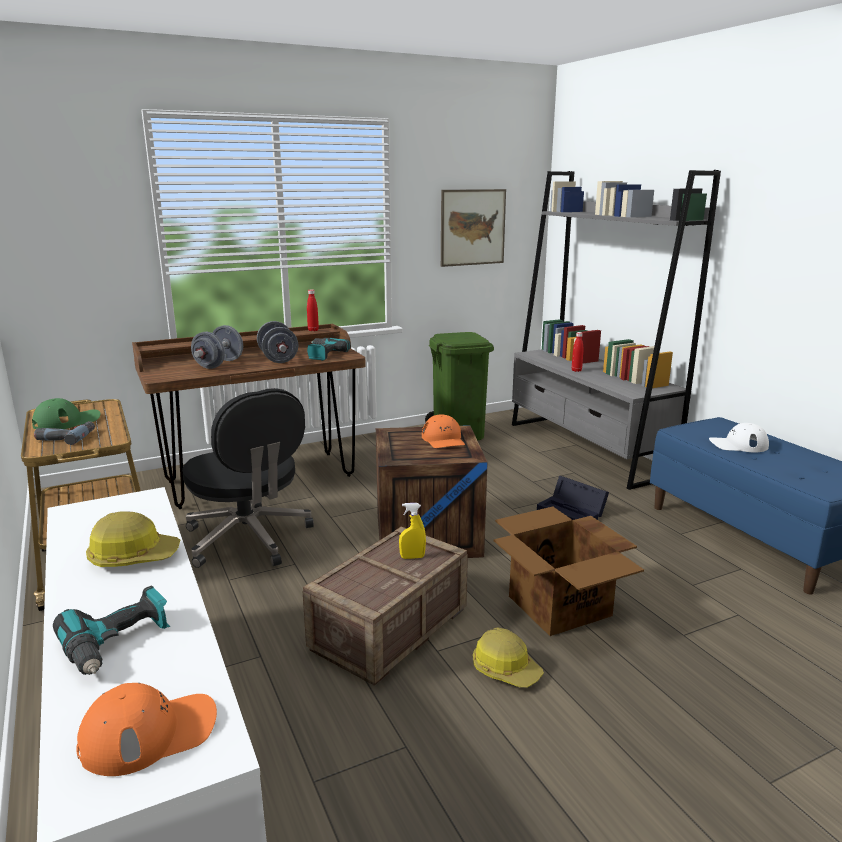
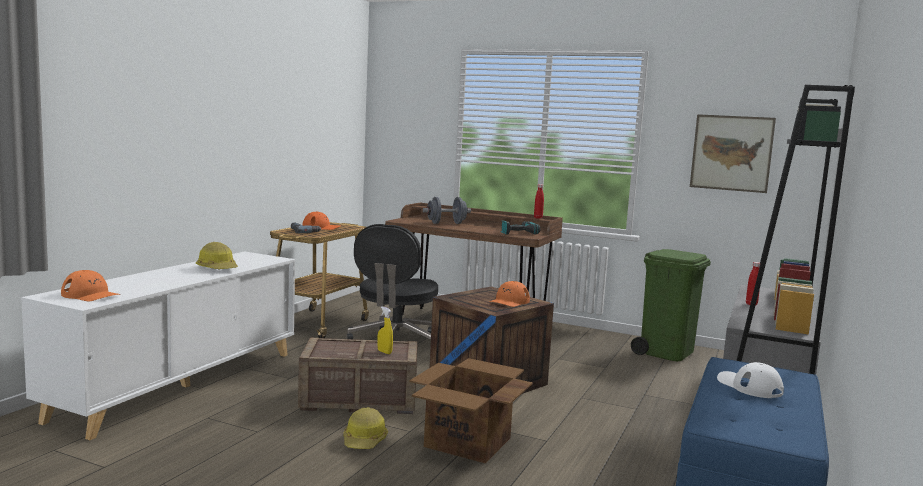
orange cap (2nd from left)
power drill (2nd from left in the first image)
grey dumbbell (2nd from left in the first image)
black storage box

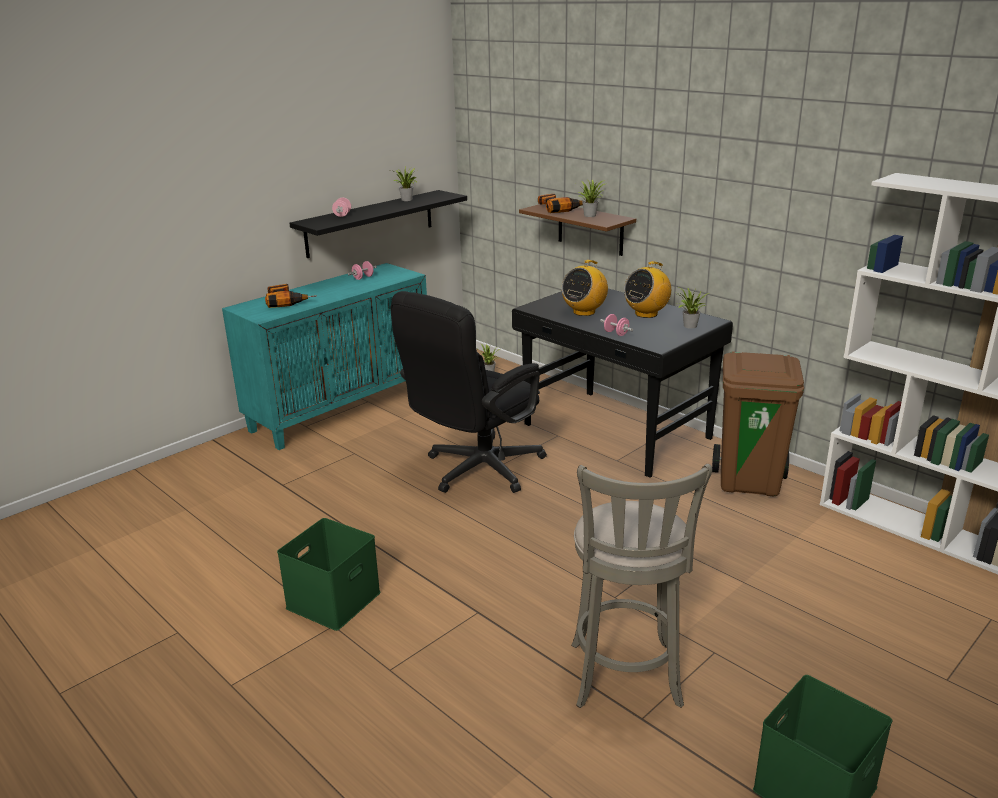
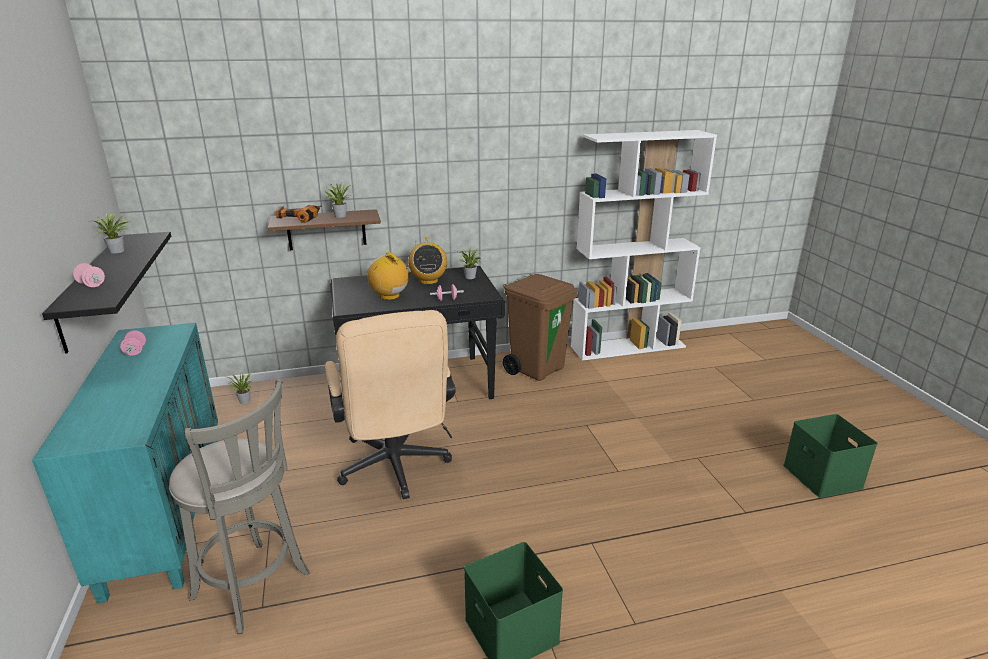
grey stool
beige office chair
radio (1st from left)
power drill (1st from left in the first image)

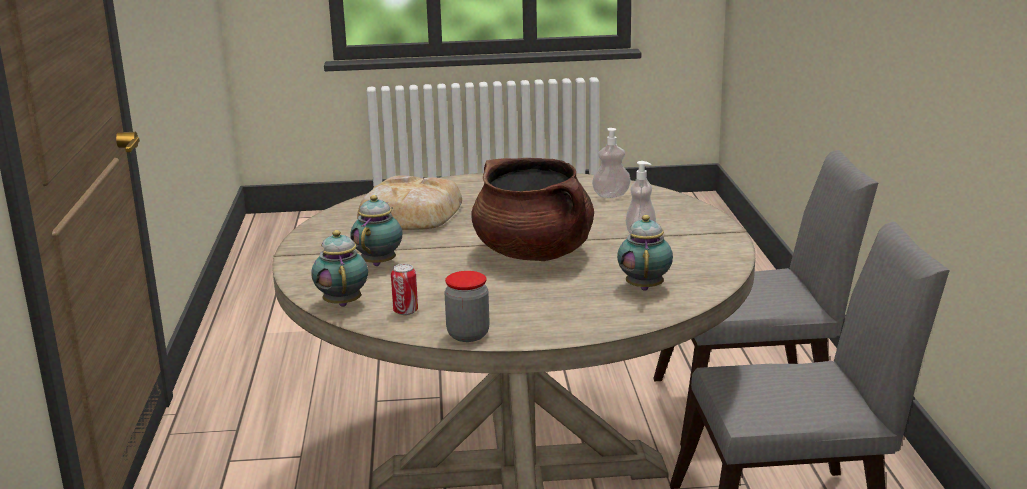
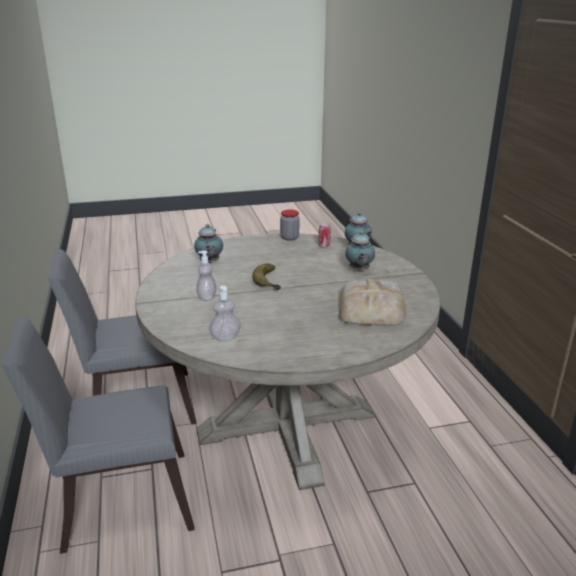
banana

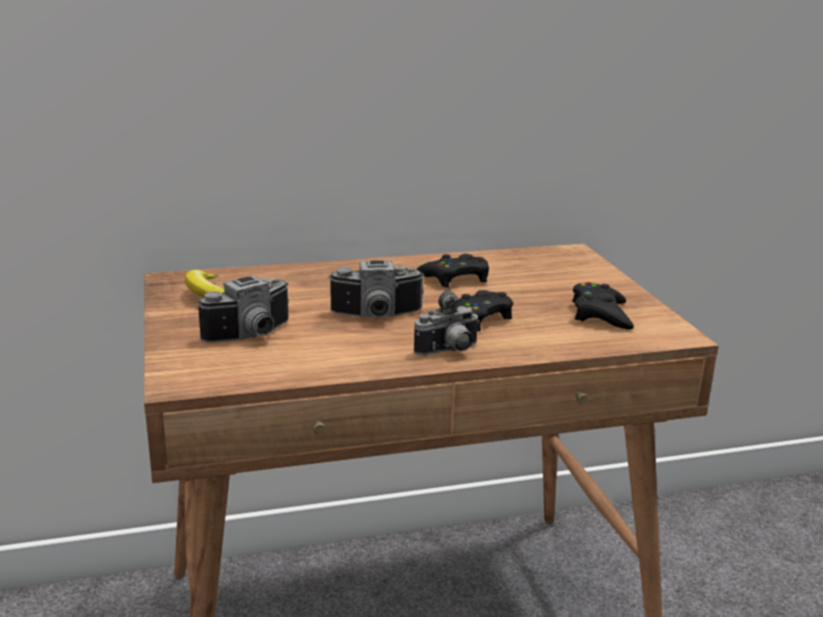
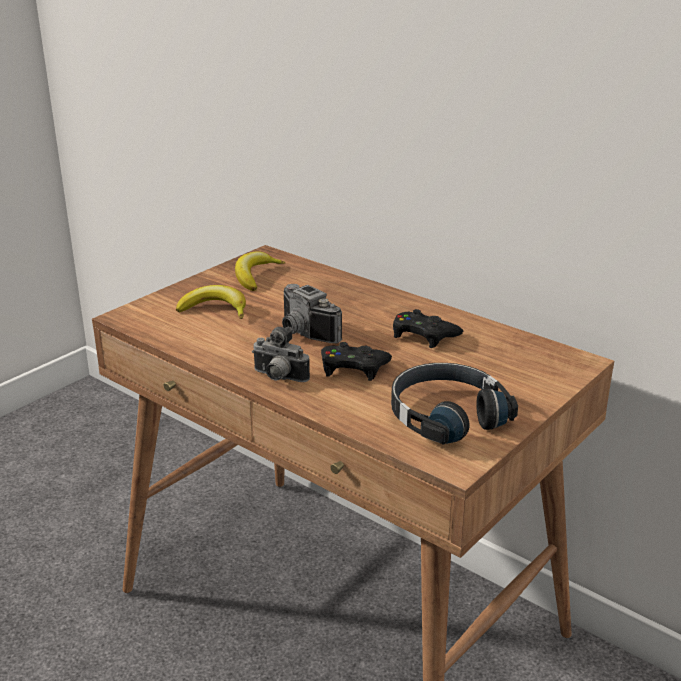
banana (1st from left)
black headphones

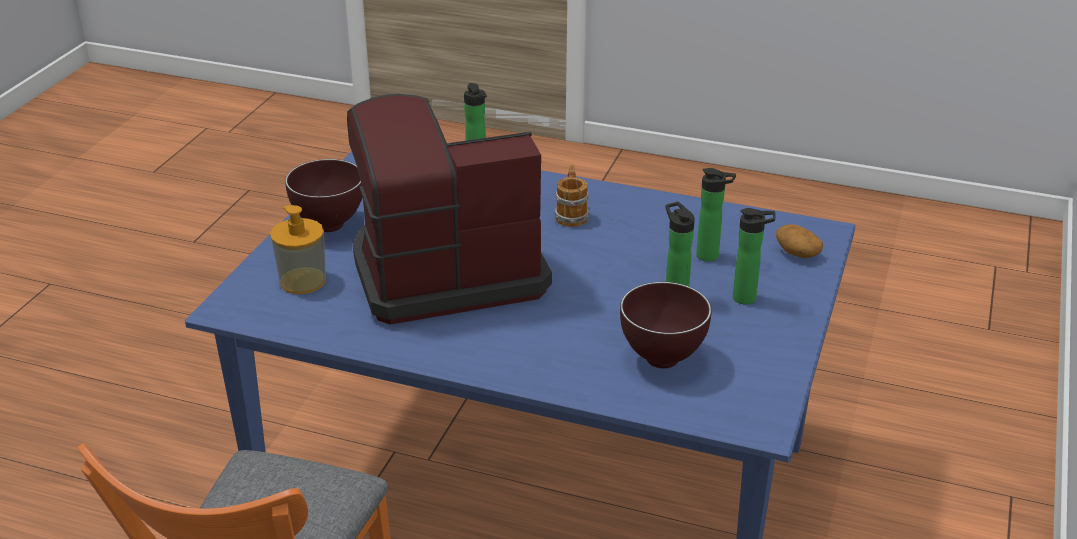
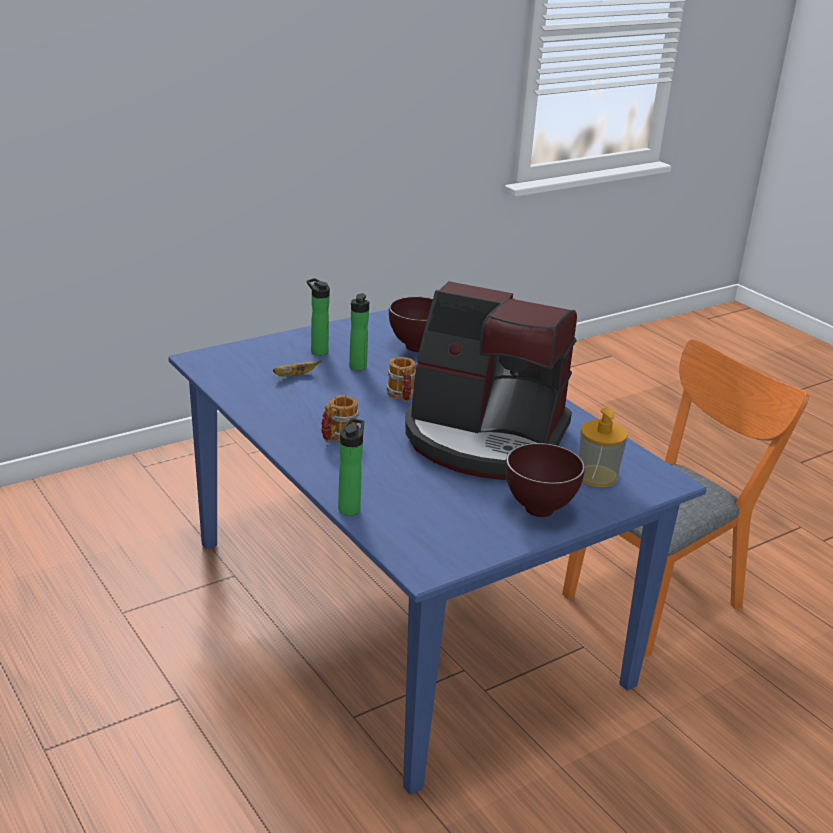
banana
mug (2nd from left)
potato

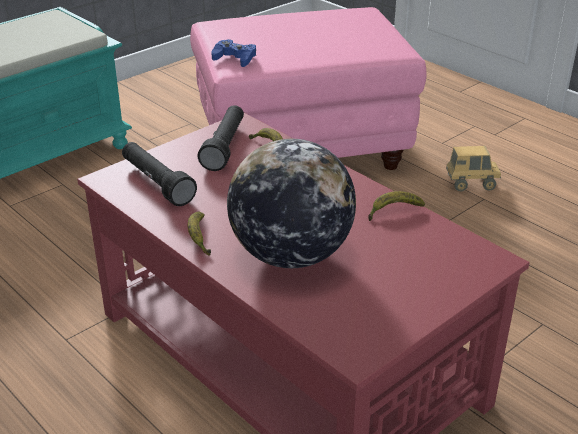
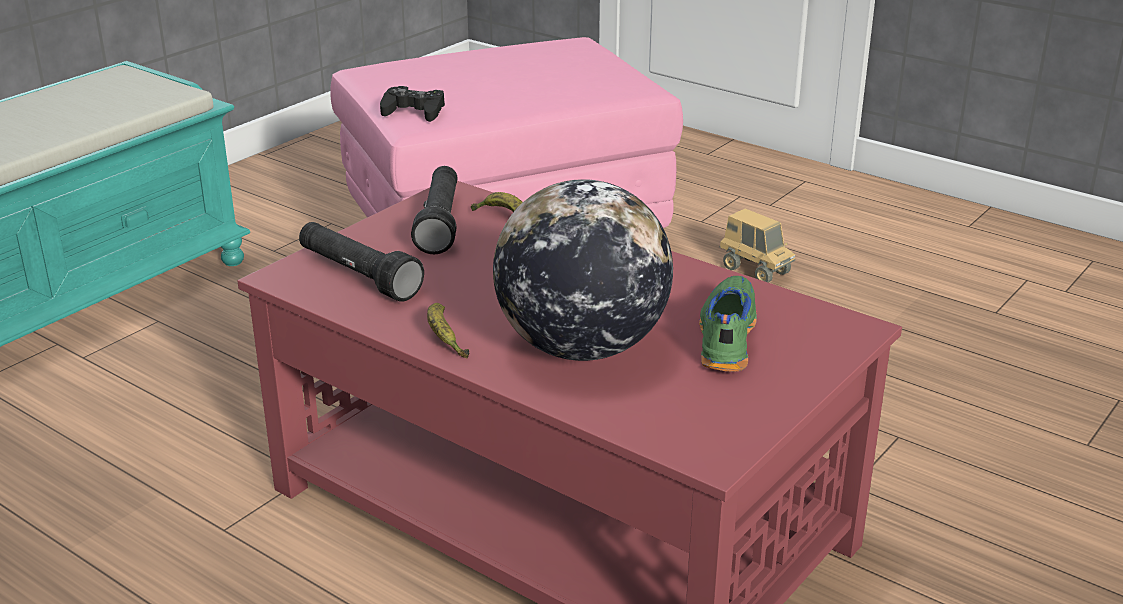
black game controller
green shoe
toy truck
banana (3rd from left in the first image)

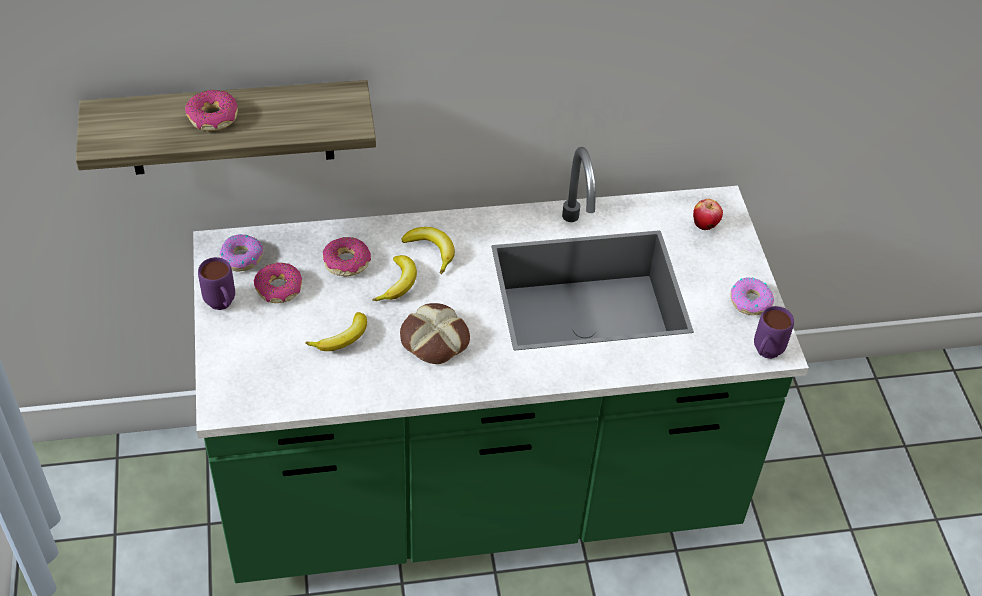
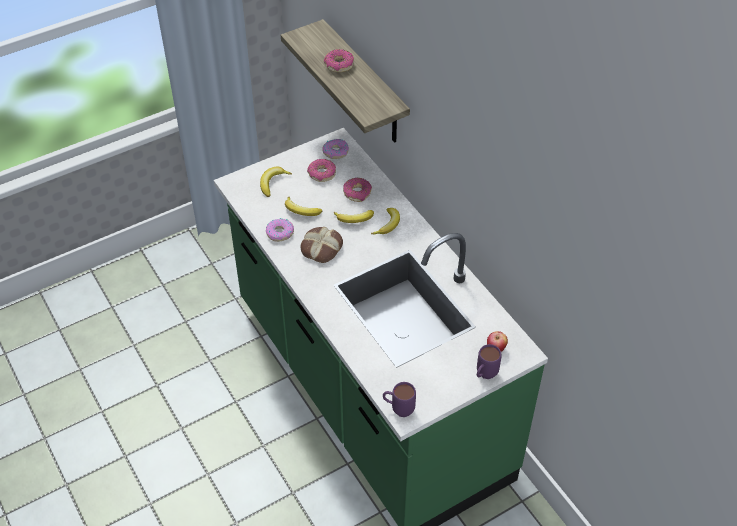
banana (1st from left)
donut (1st from left)
purple mug (2nd from left)

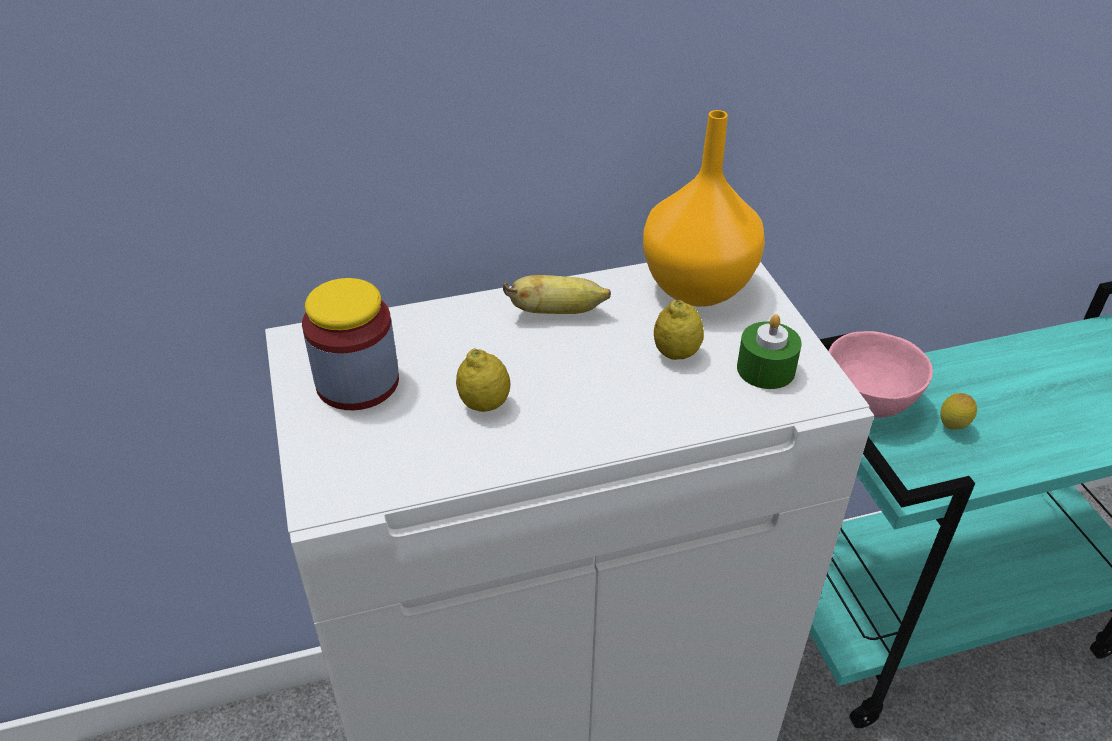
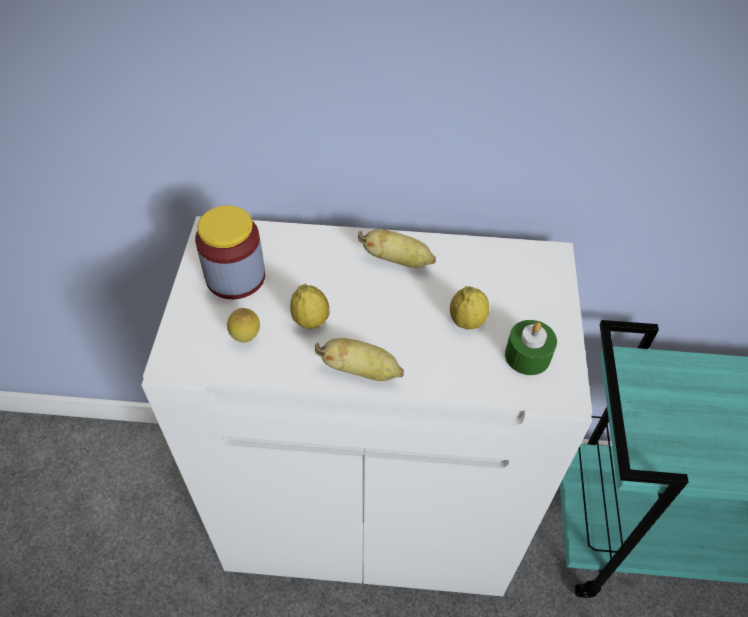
lemon (1st from left)
banana (1st from left)
orange vase
pink bowl

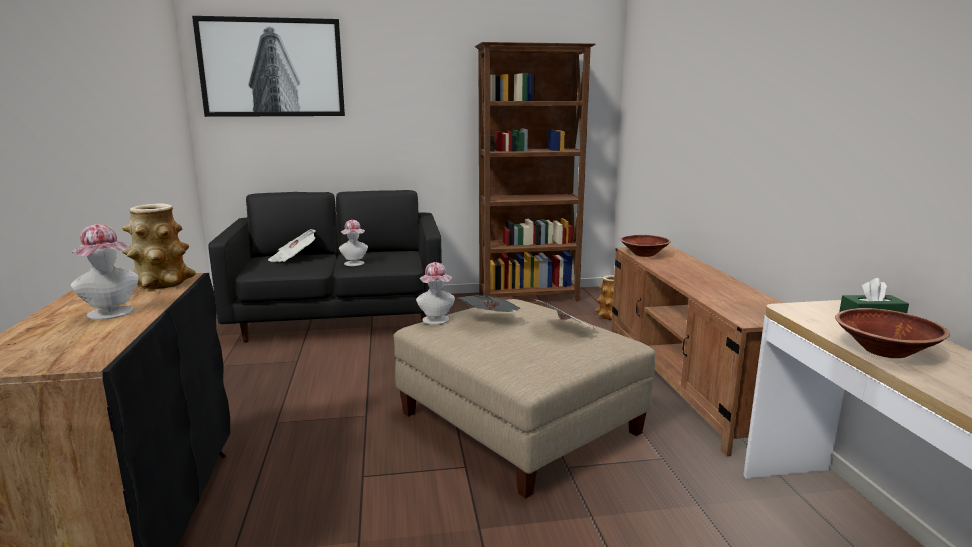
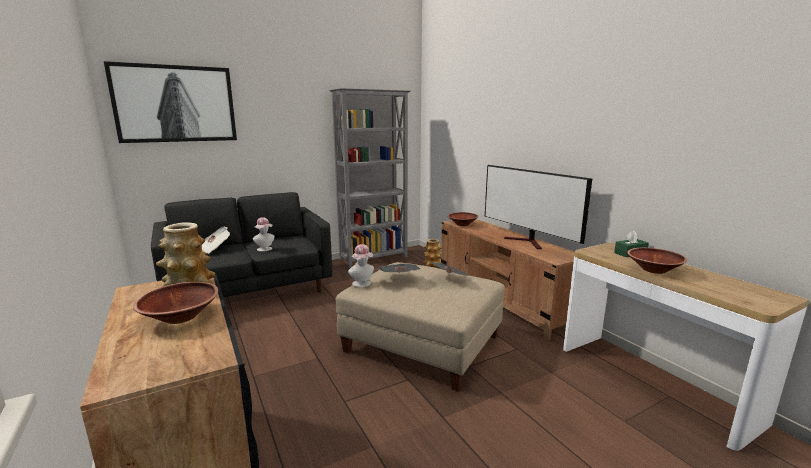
brown bowl (1st from left)
grey bookcase
television

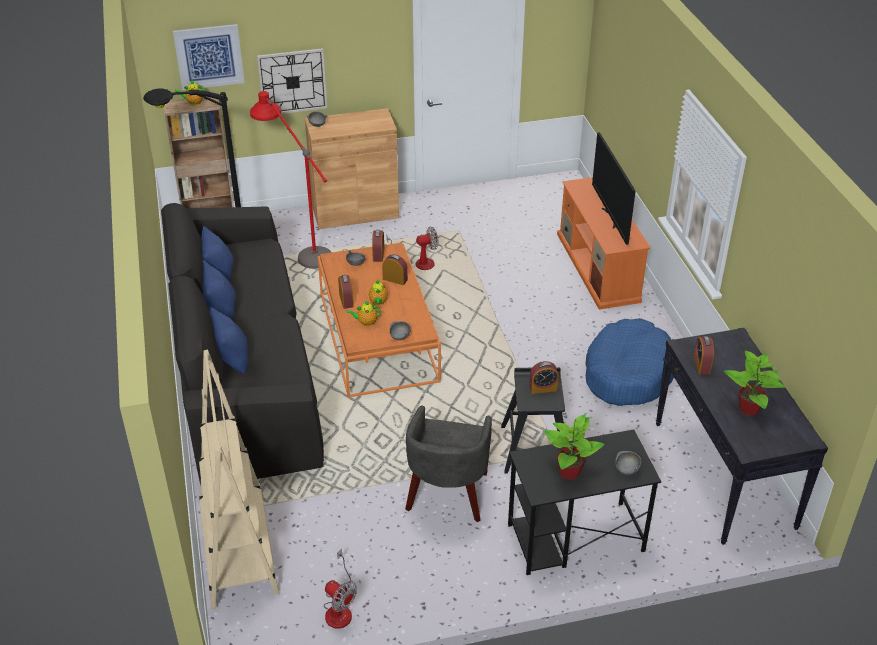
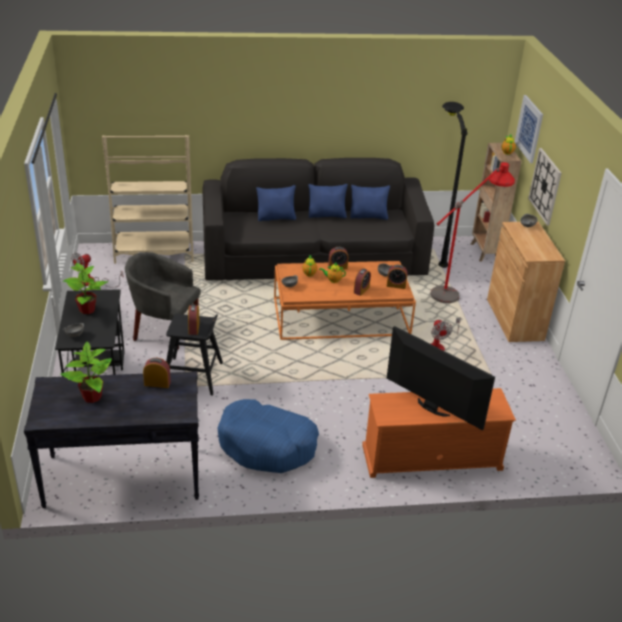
television

